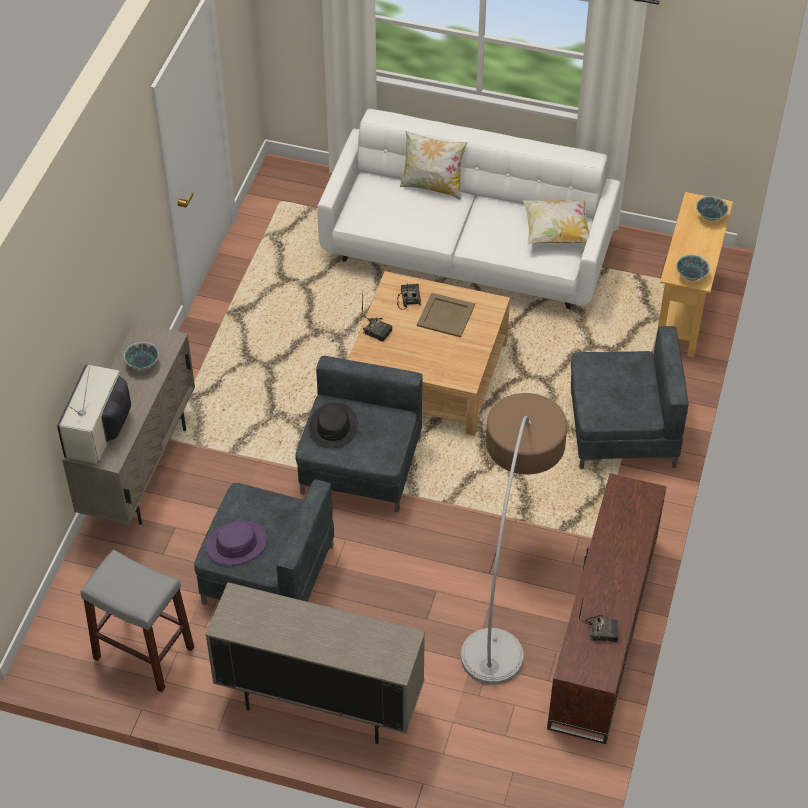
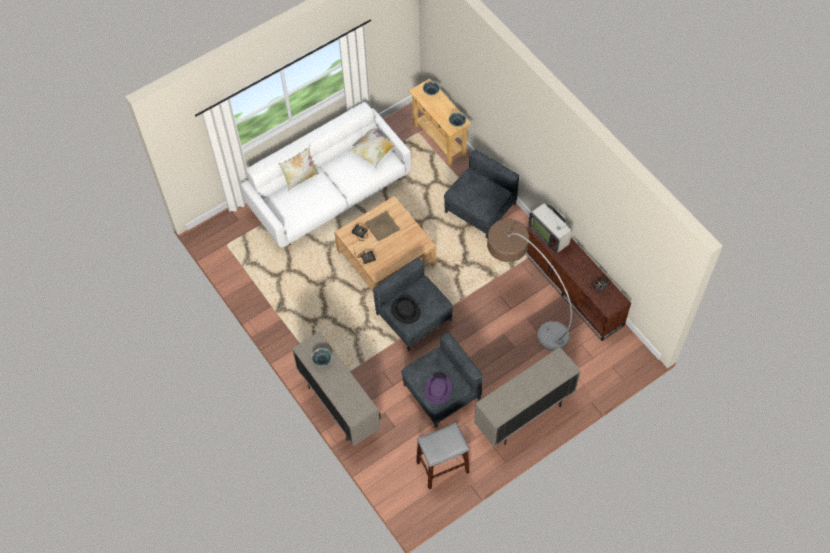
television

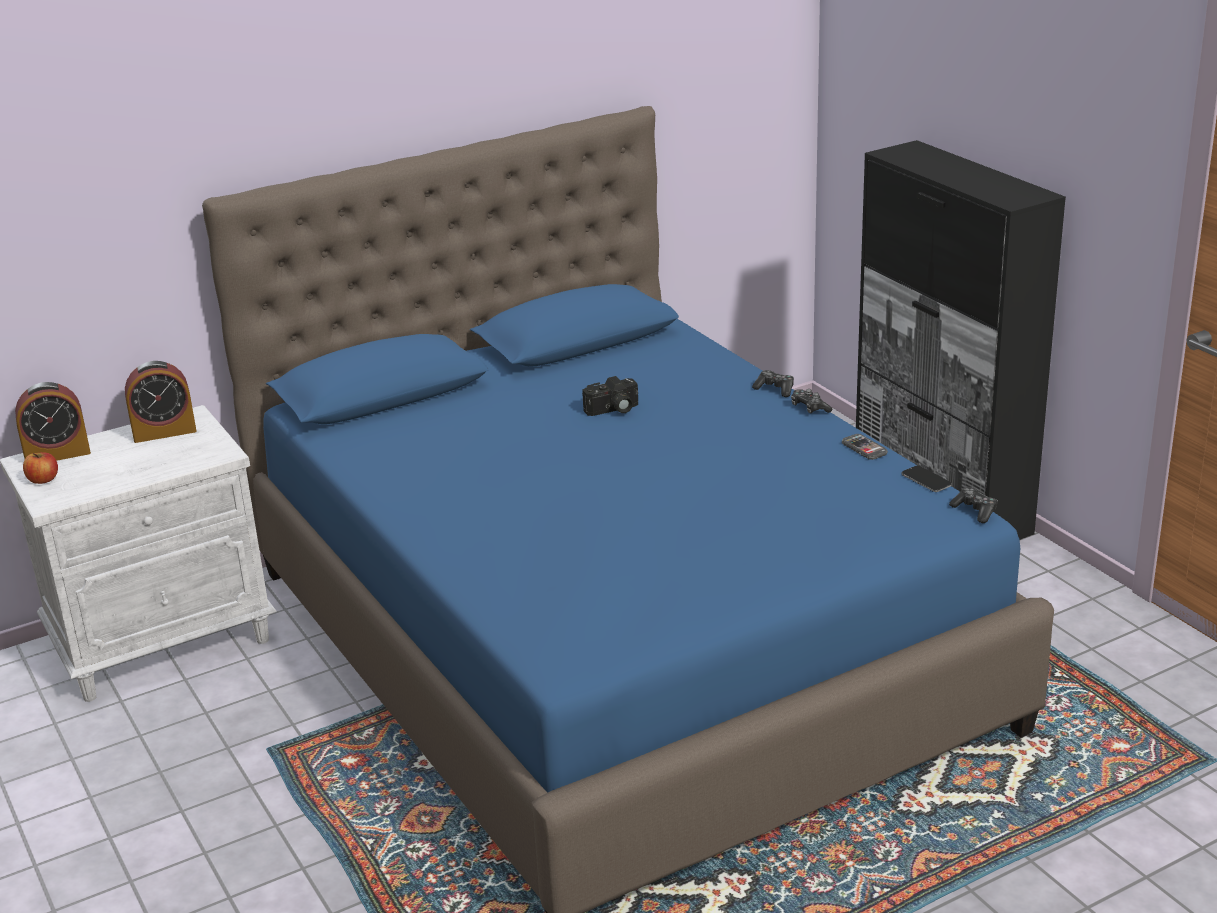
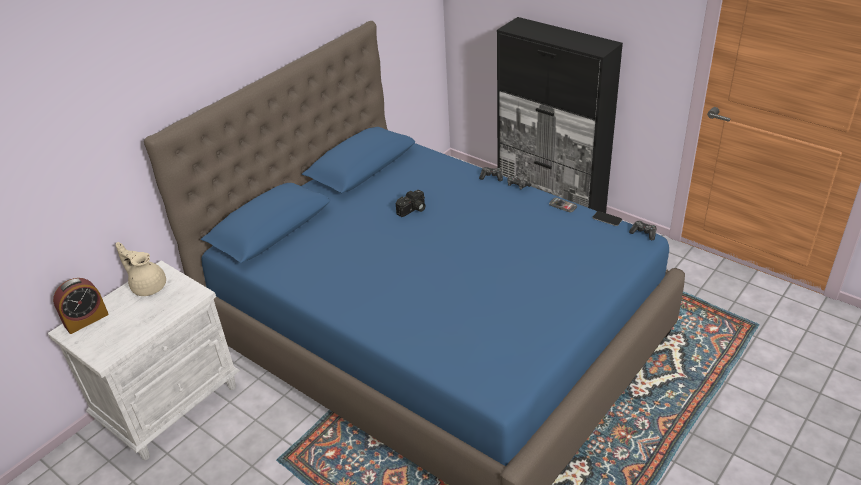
beige teapot
apple

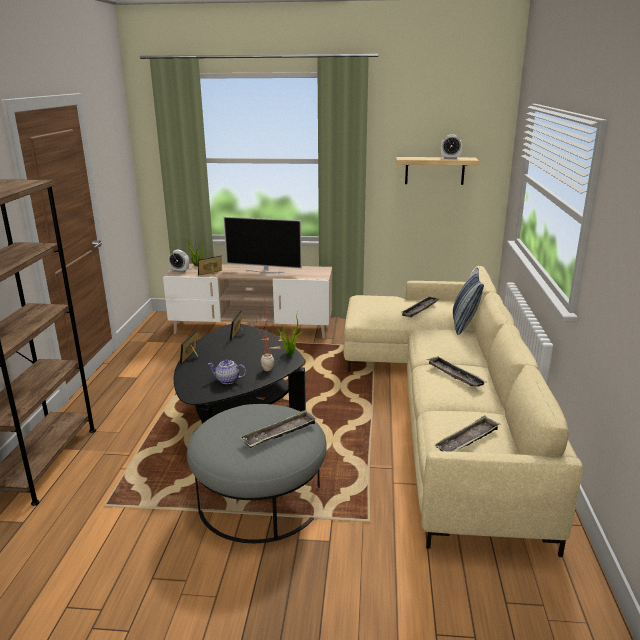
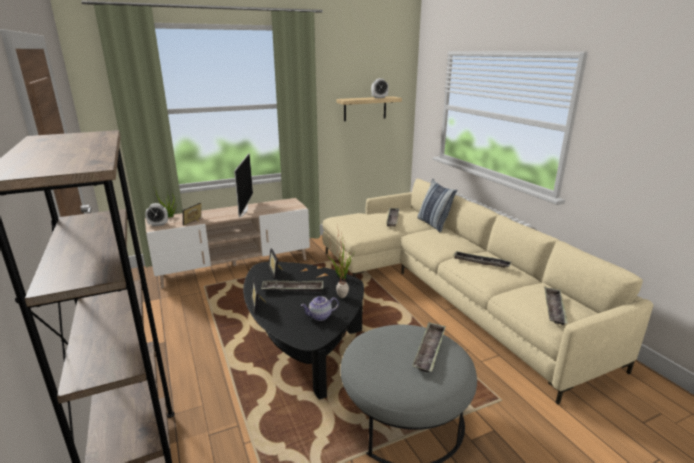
television
tray (1st from left)

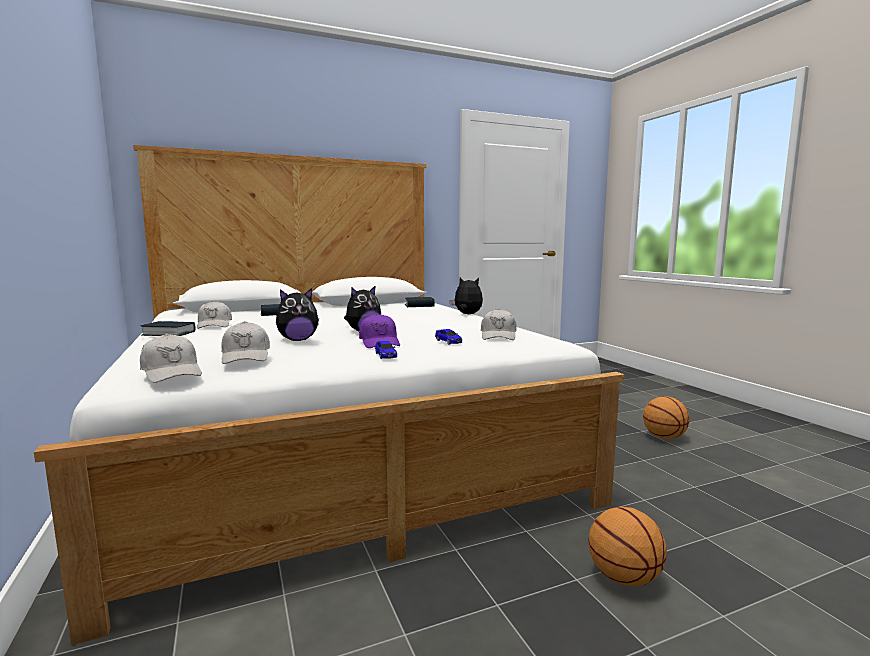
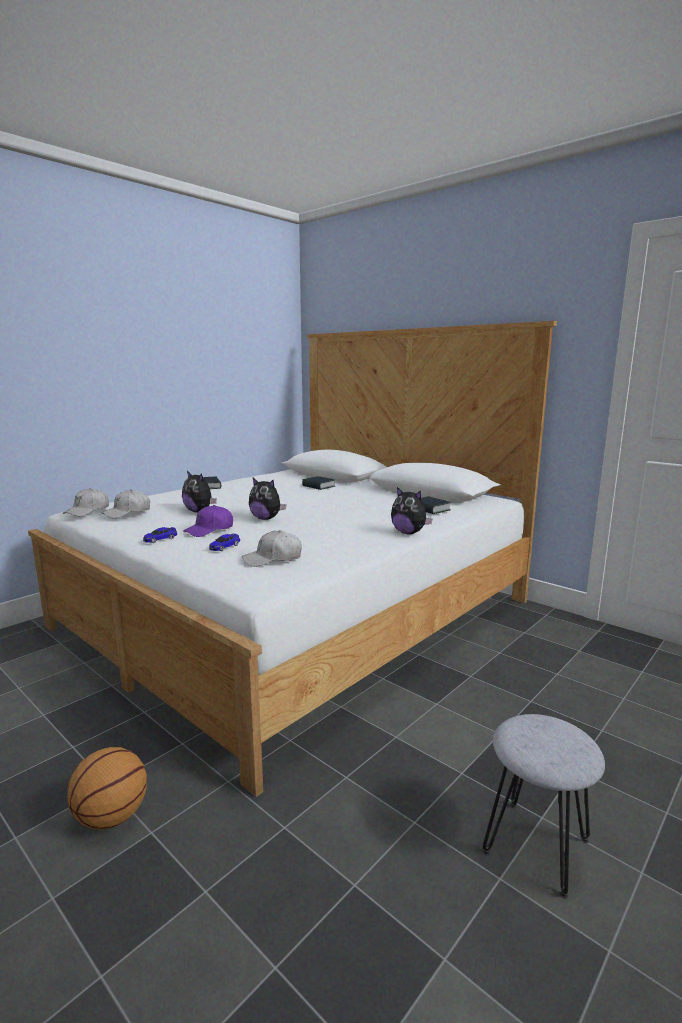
plush toy (3rd from left)
grey stool
white cap (2nd from left in the first image)

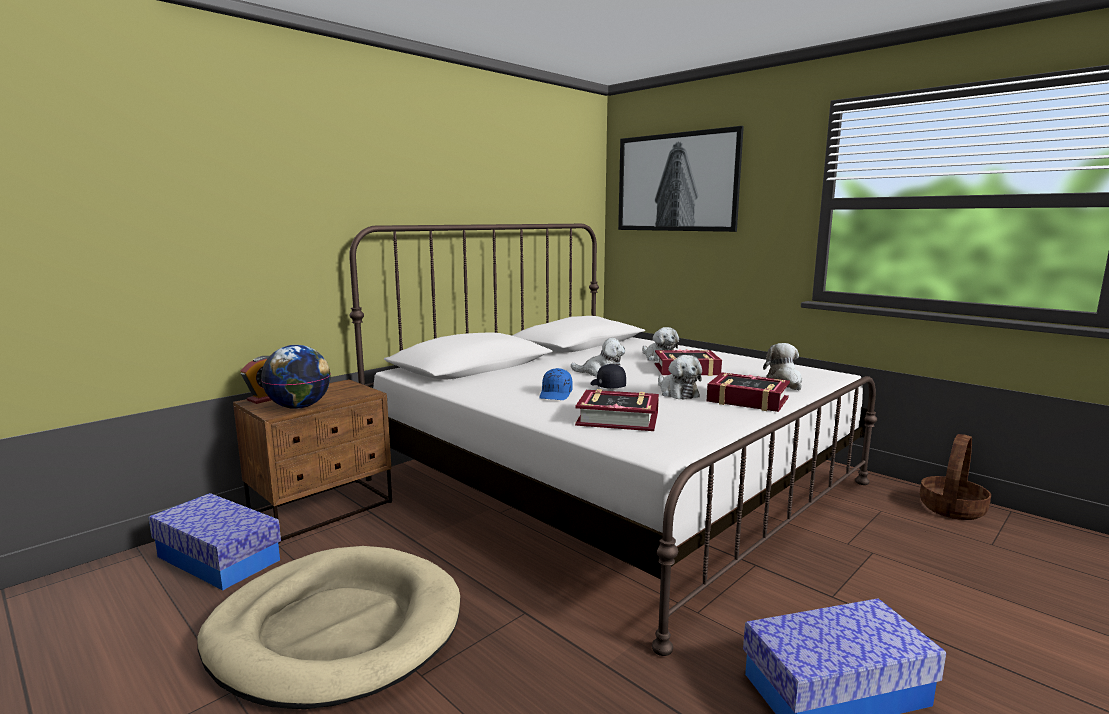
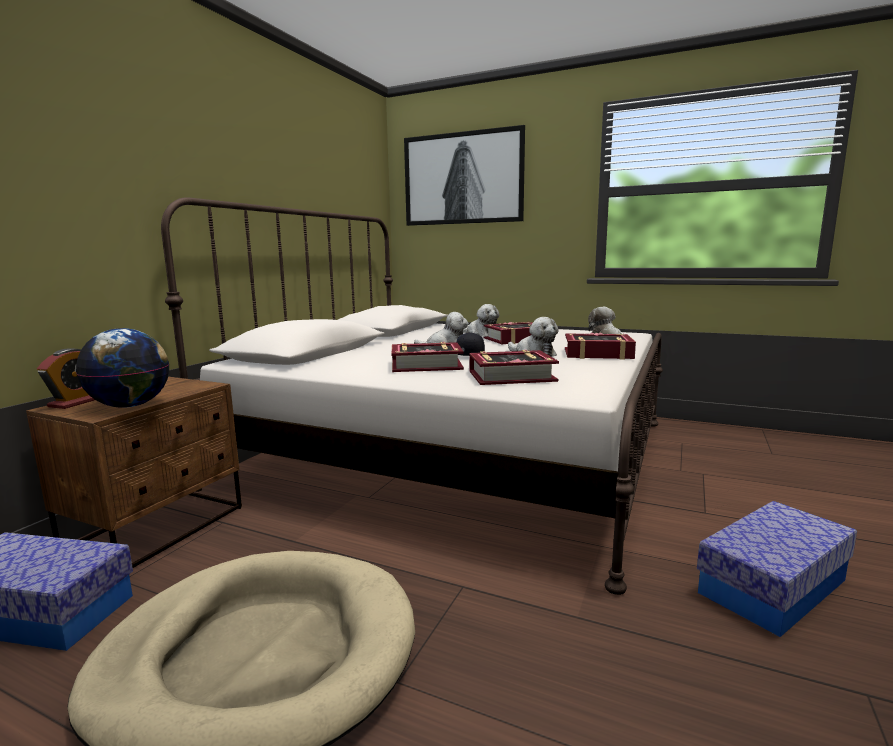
book (1st from left)
basket

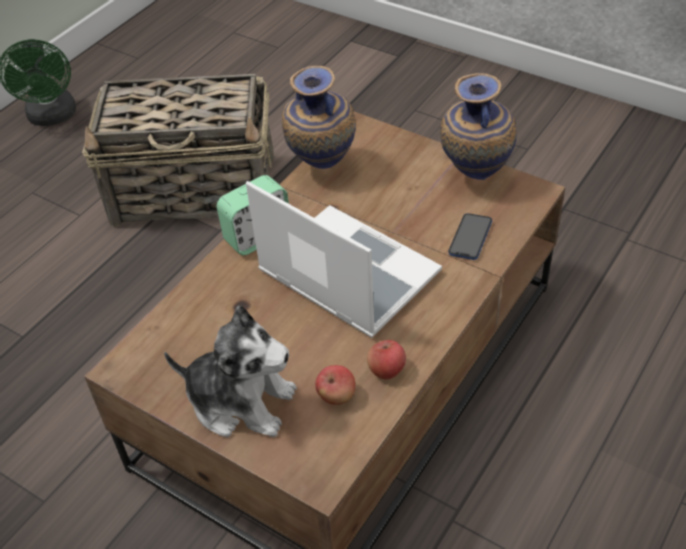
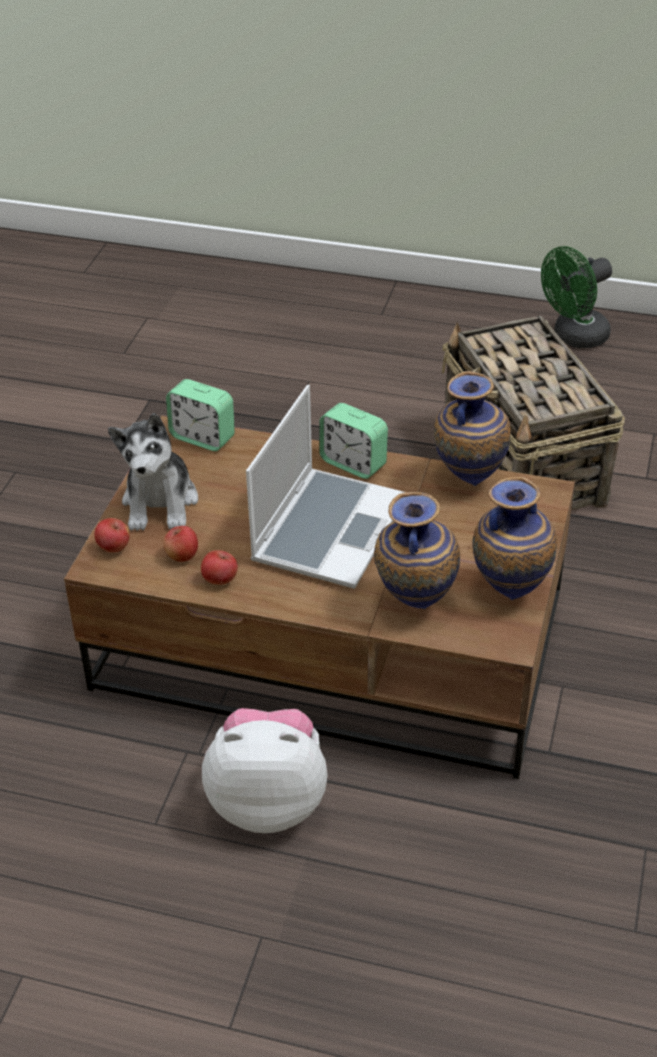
apple (1st from left)
alarm clock (1st from left)
plush toy (2nd from left)
vase (1st from left)

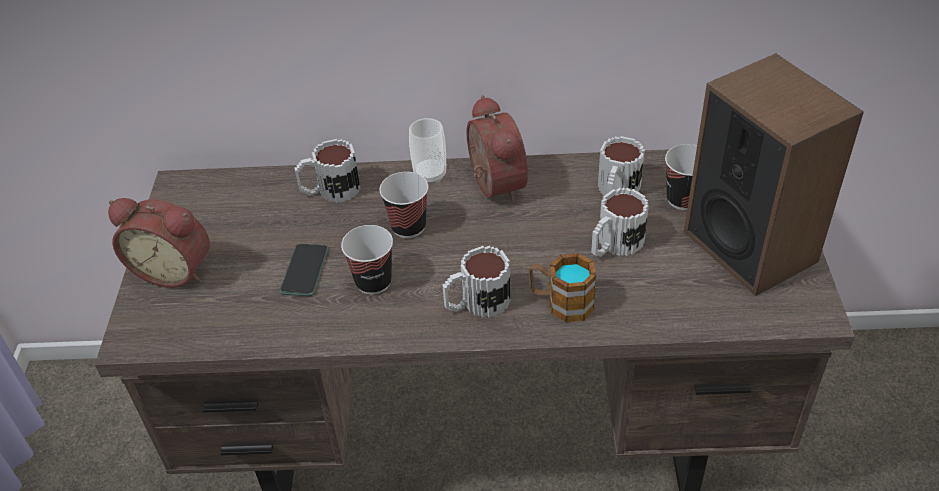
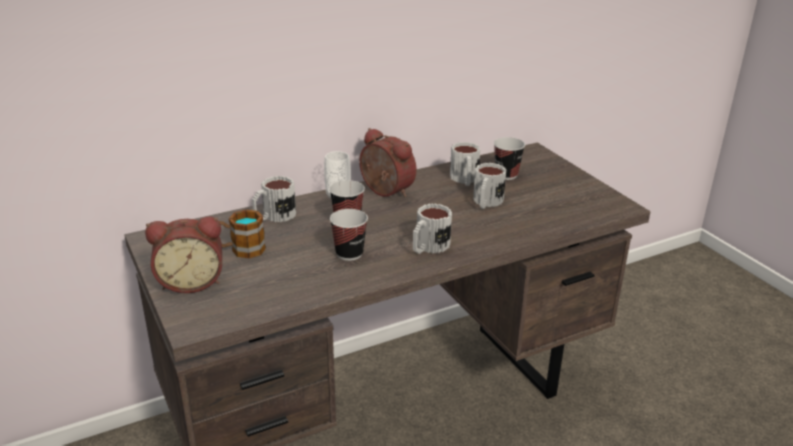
mug (1st from left)
phone
speaker

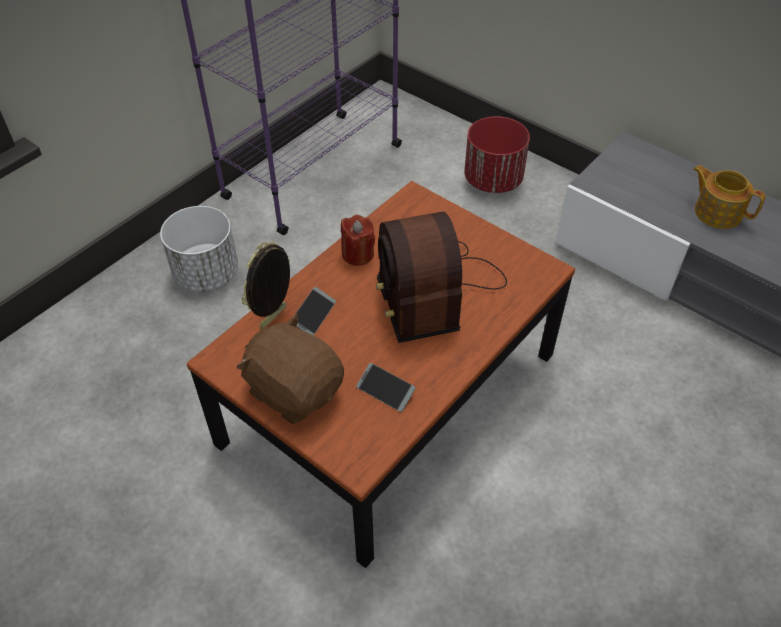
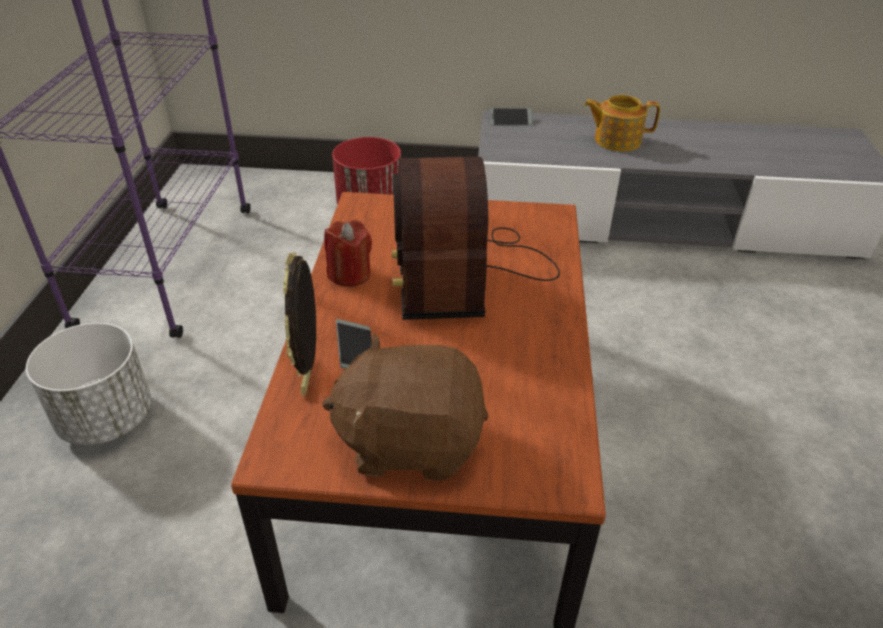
radio
phone (2nd from left)

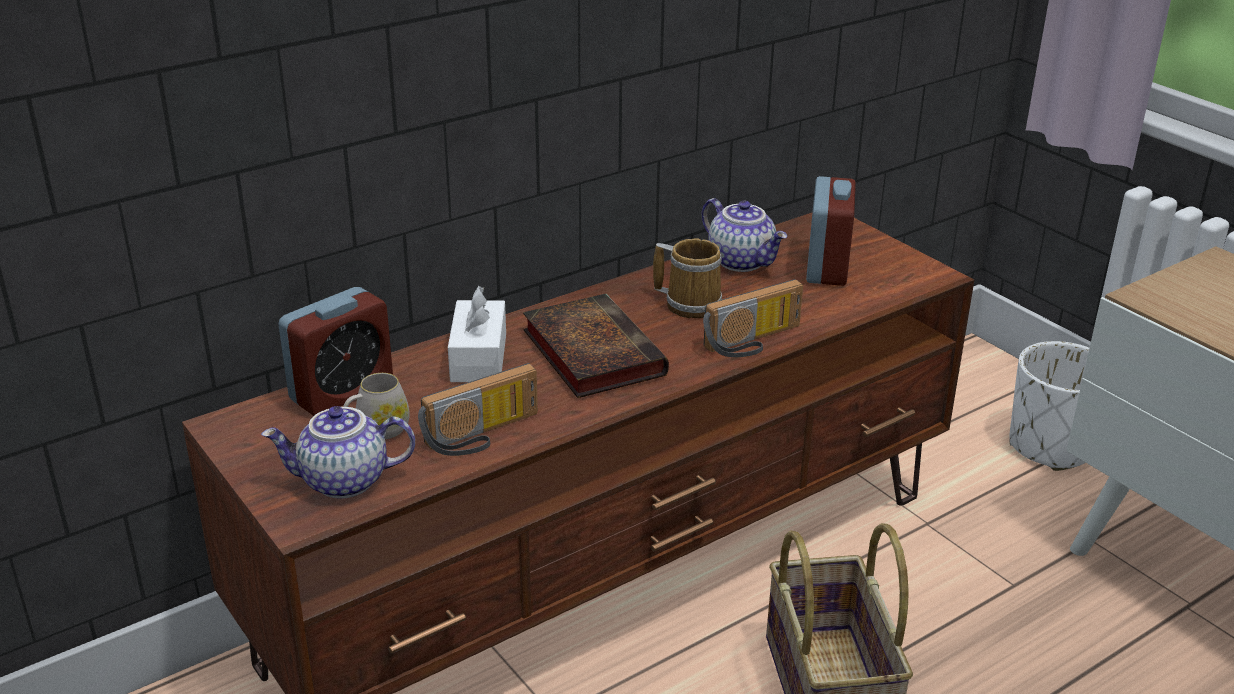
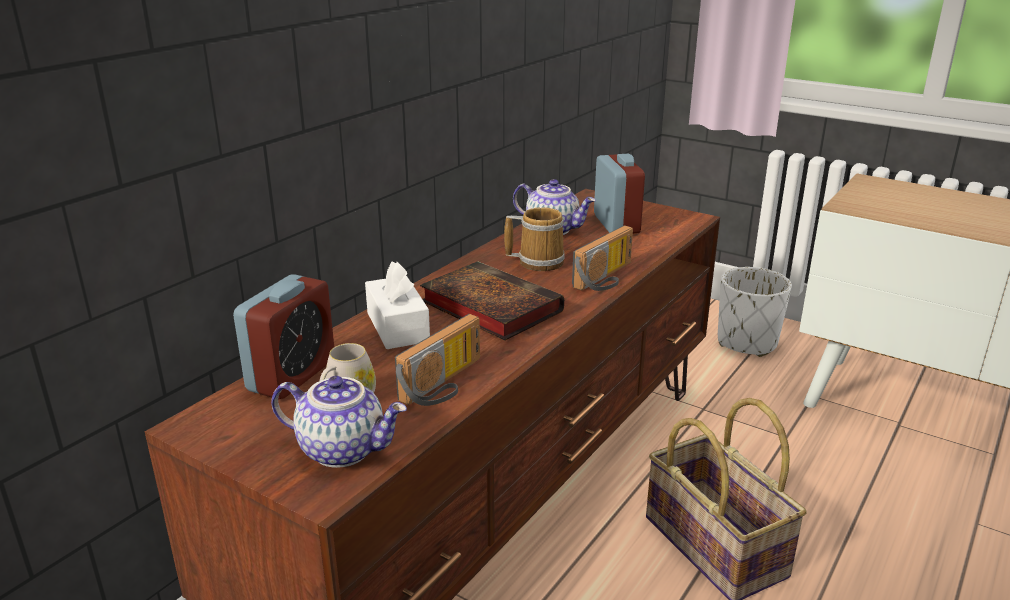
teapot (1st from left)

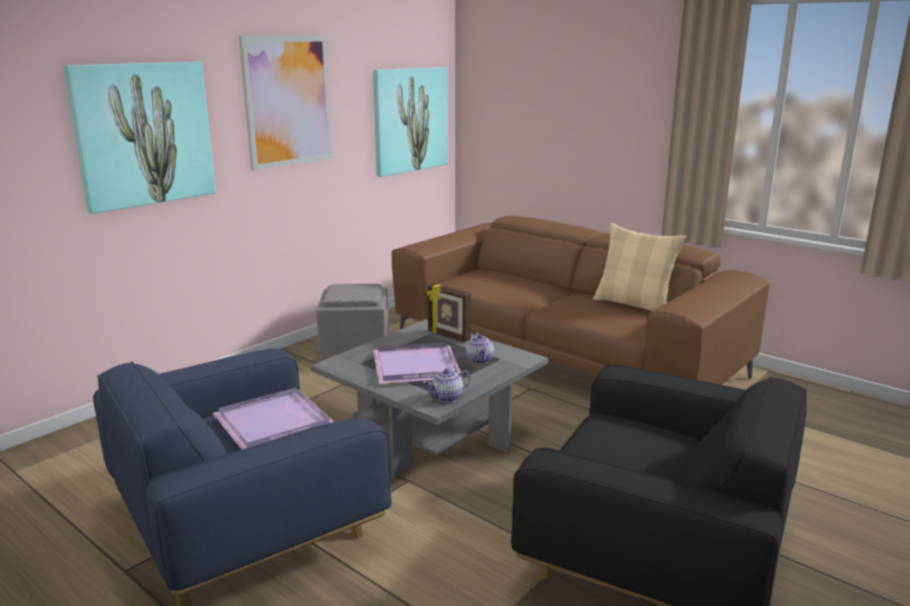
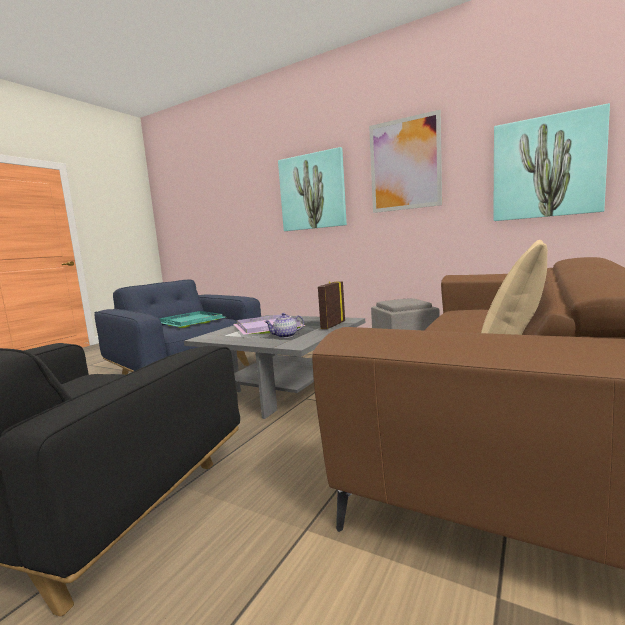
turquoise tray
teapot (1st from left in the first image)

